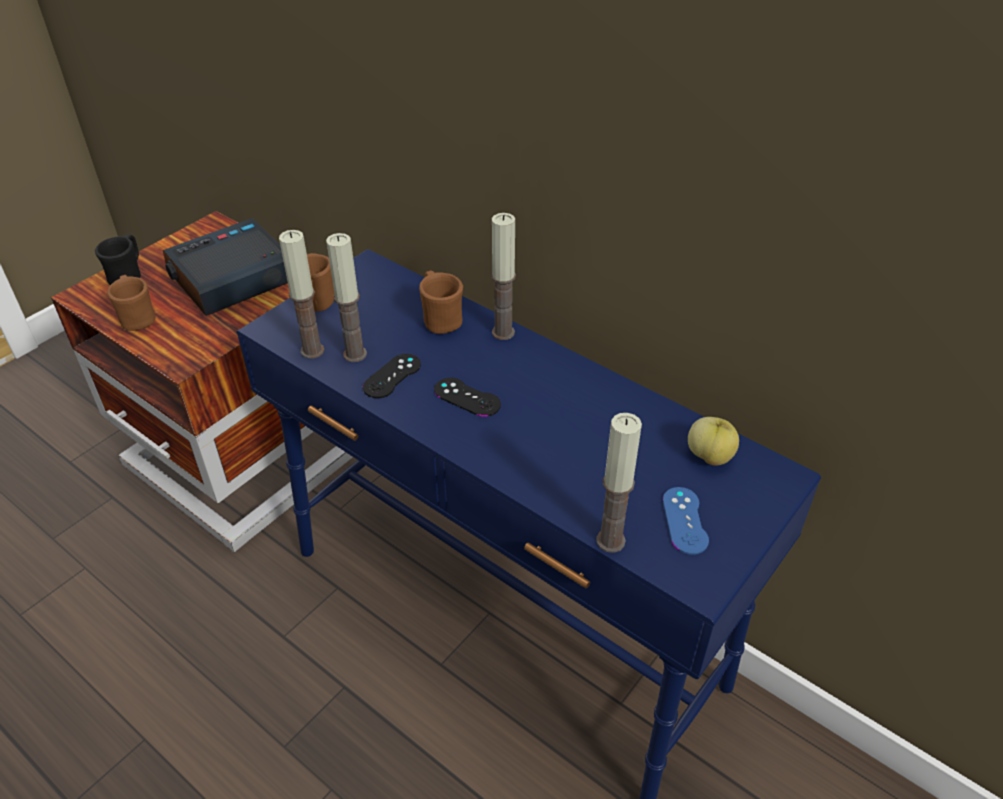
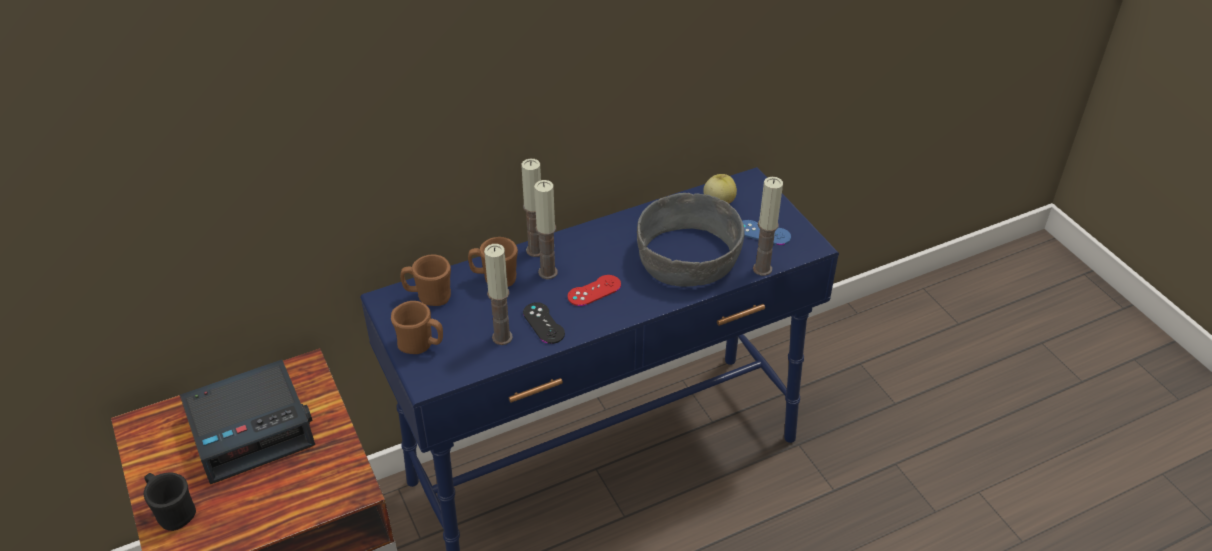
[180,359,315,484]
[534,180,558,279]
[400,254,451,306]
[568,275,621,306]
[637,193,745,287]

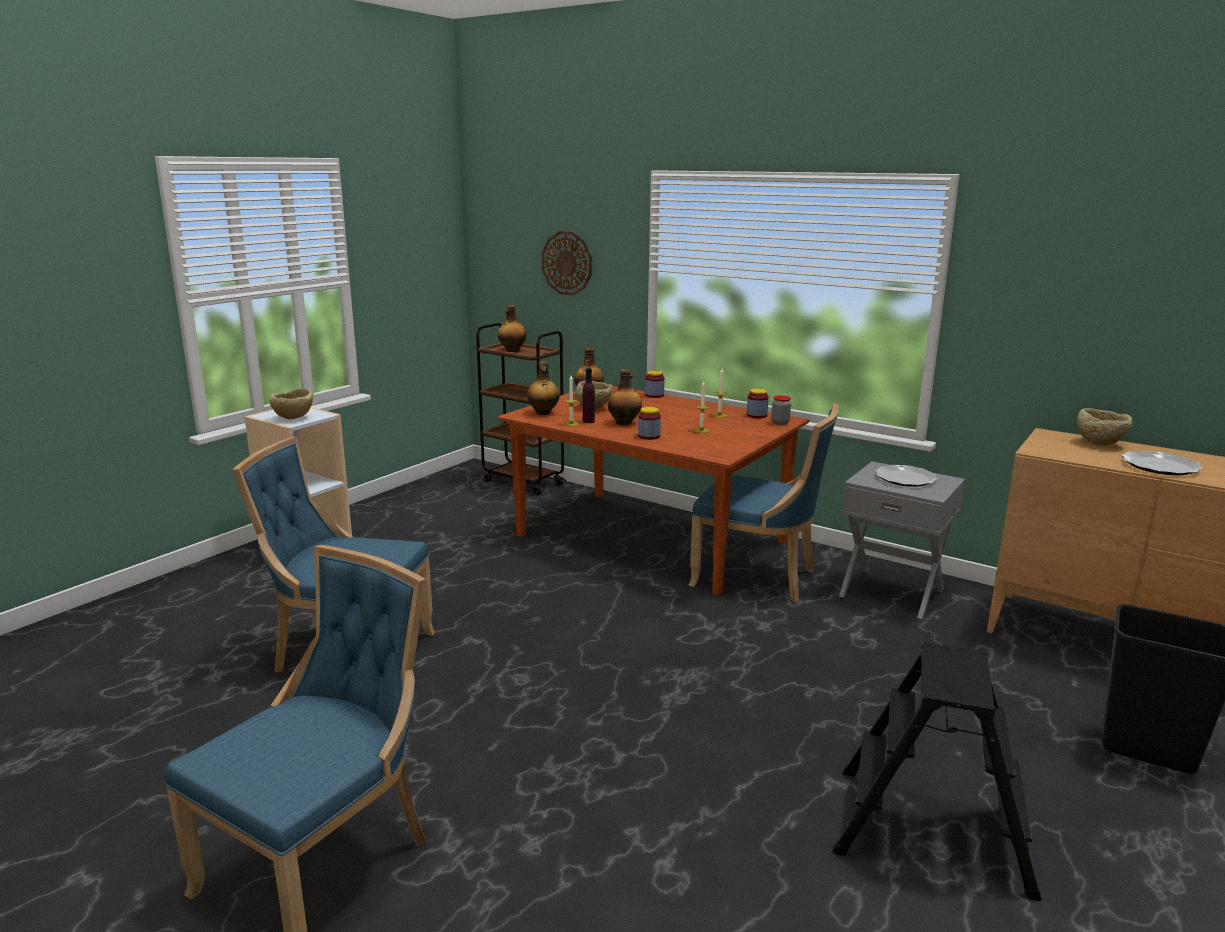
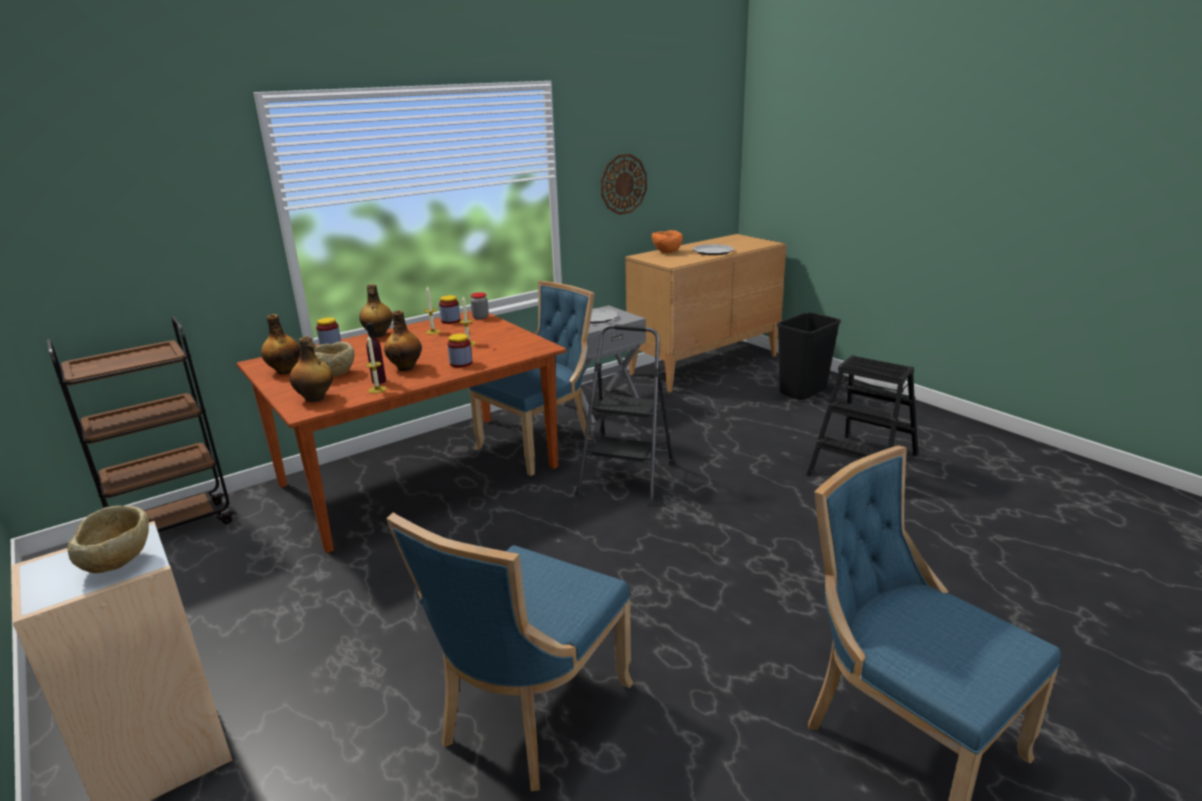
[601,154,647,215]
[359,284,393,337]
[652,230,683,253]
[575,324,675,507]

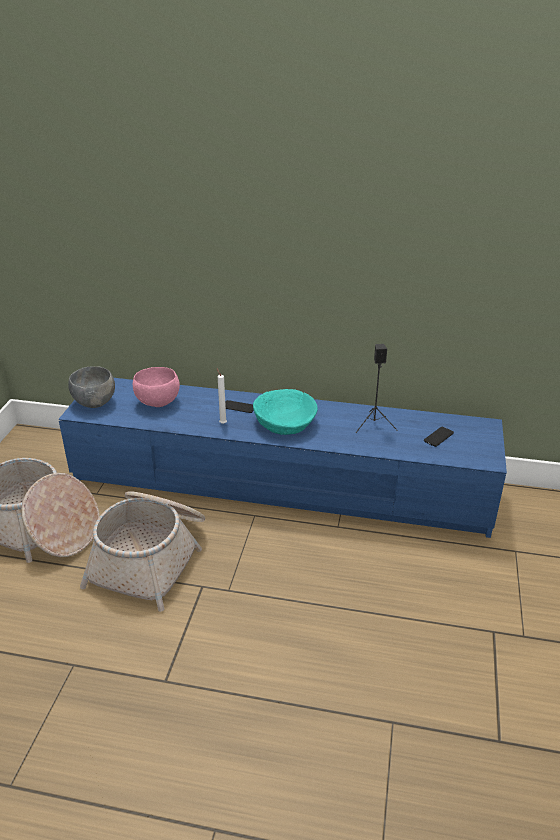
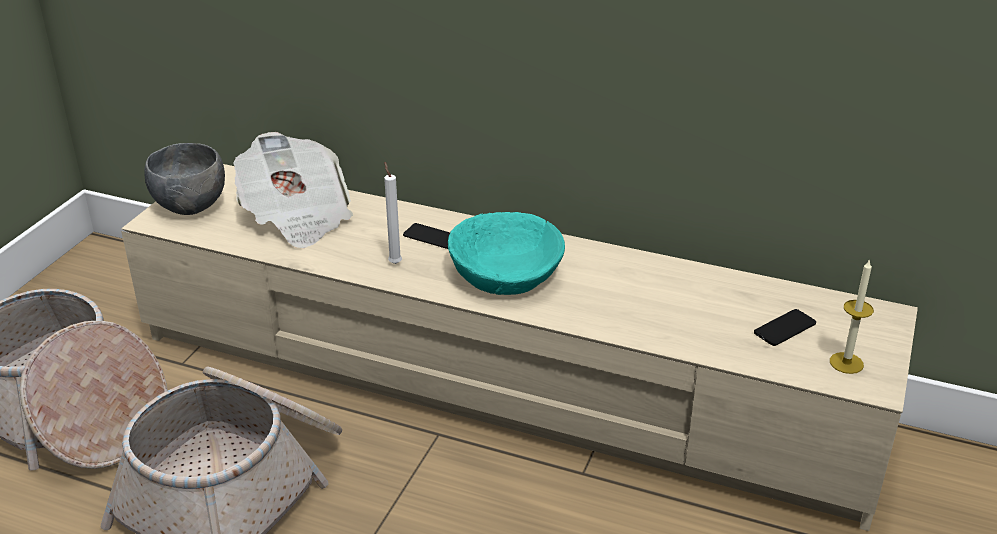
[356,344,398,433] (first image)
[233,132,353,248]
[121,164,918,531]
[830,259,874,374]

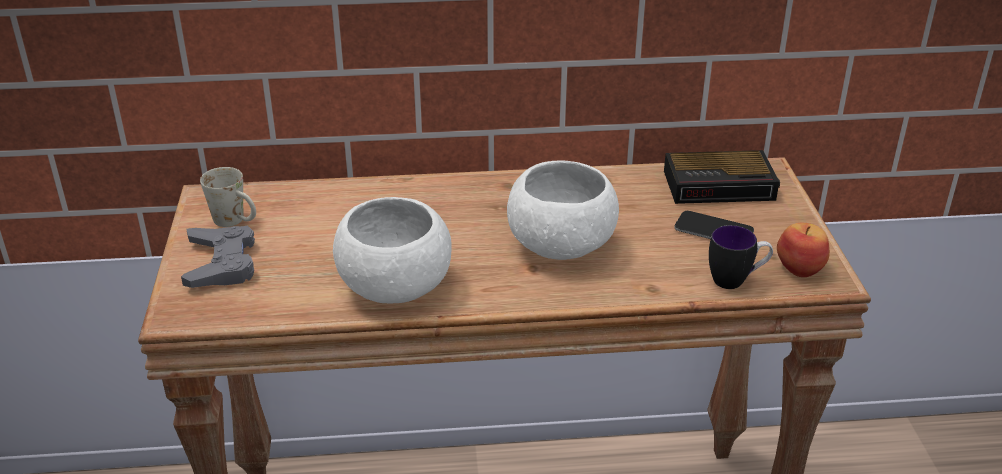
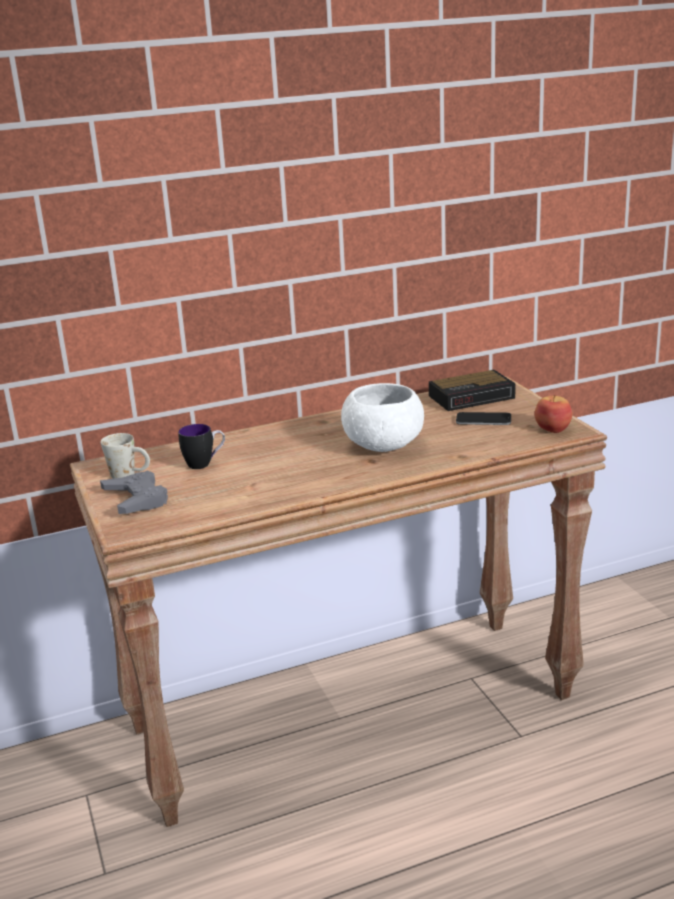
[333,197,452,303] (first image)
[178,424,225,469]

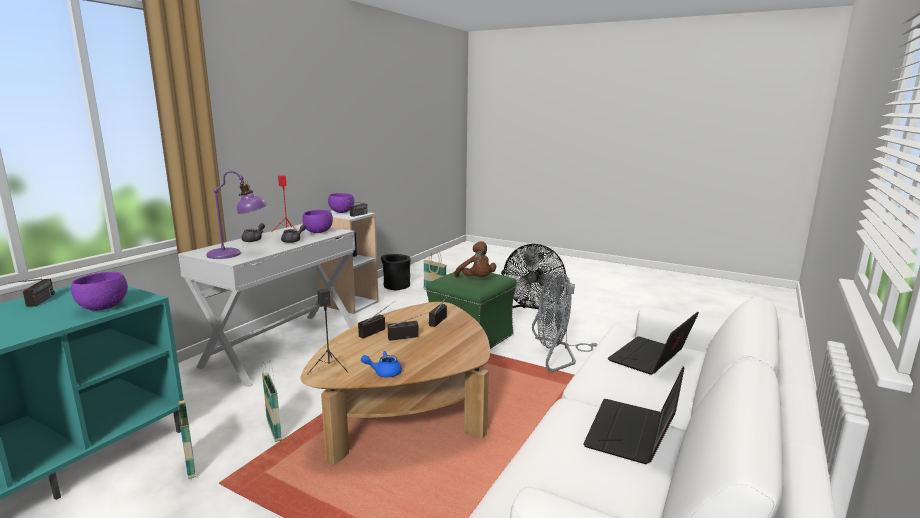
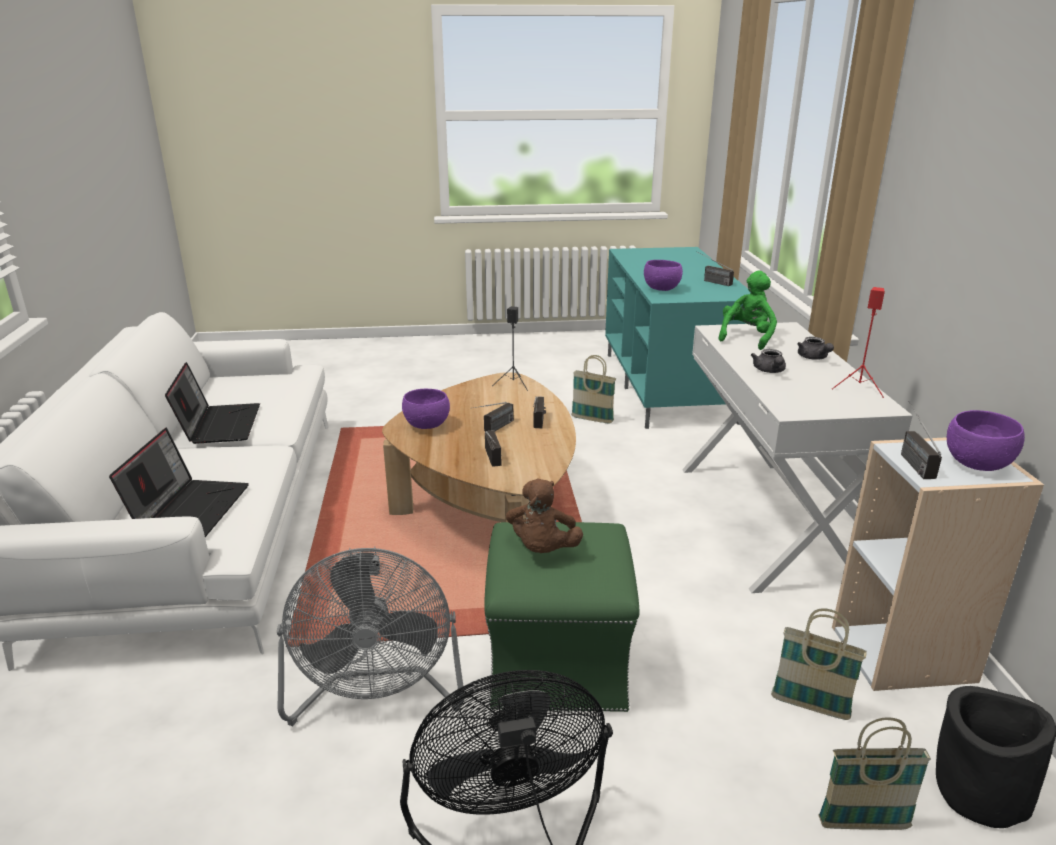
[718,271,777,350]
[402,389,450,429]
[506,478,583,553]
[277,546,464,726]
[361,351,402,378] (first image)
[771,609,867,720]

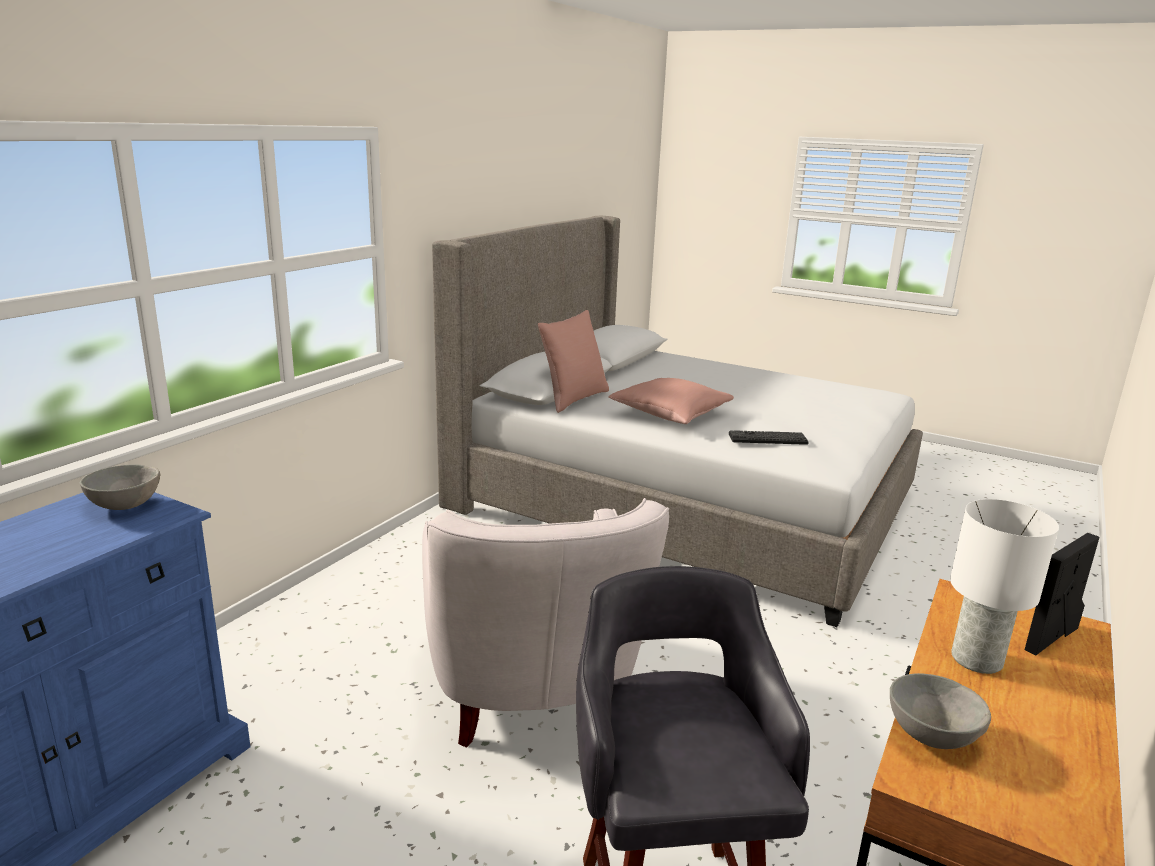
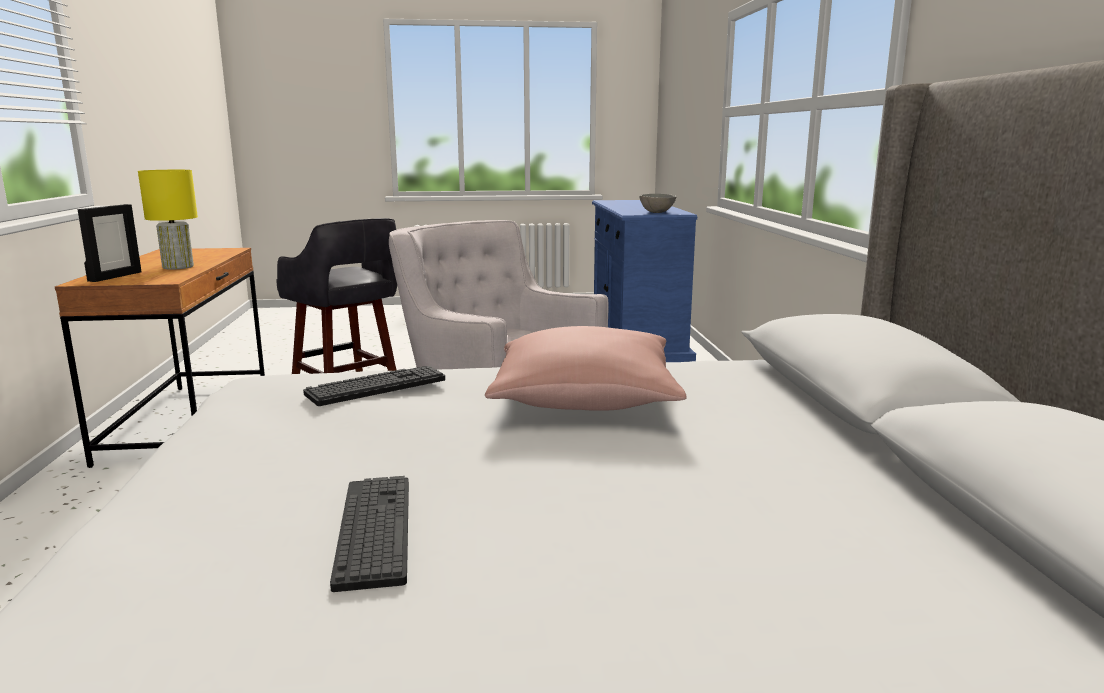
[538,310,609,413] (first image)
[138,170,198,269]
[890,673,991,749] (first image)
[330,476,409,592]

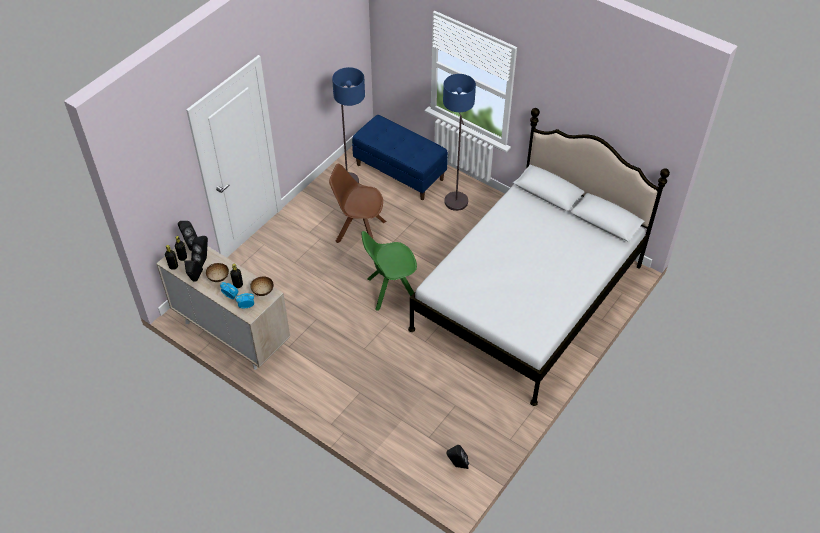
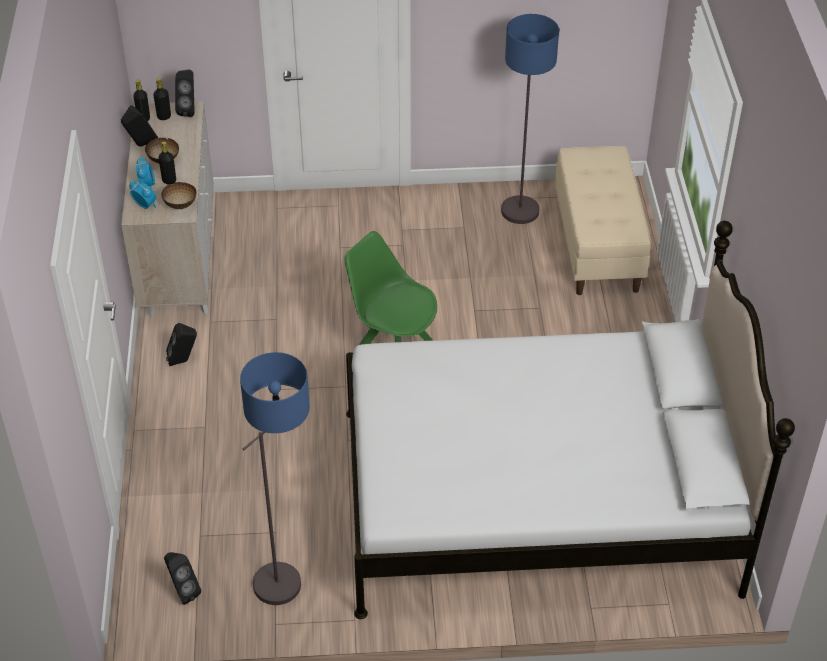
[240,352,310,605]
[555,146,651,295]
[329,164,386,243] (first image)
[166,323,197,366]

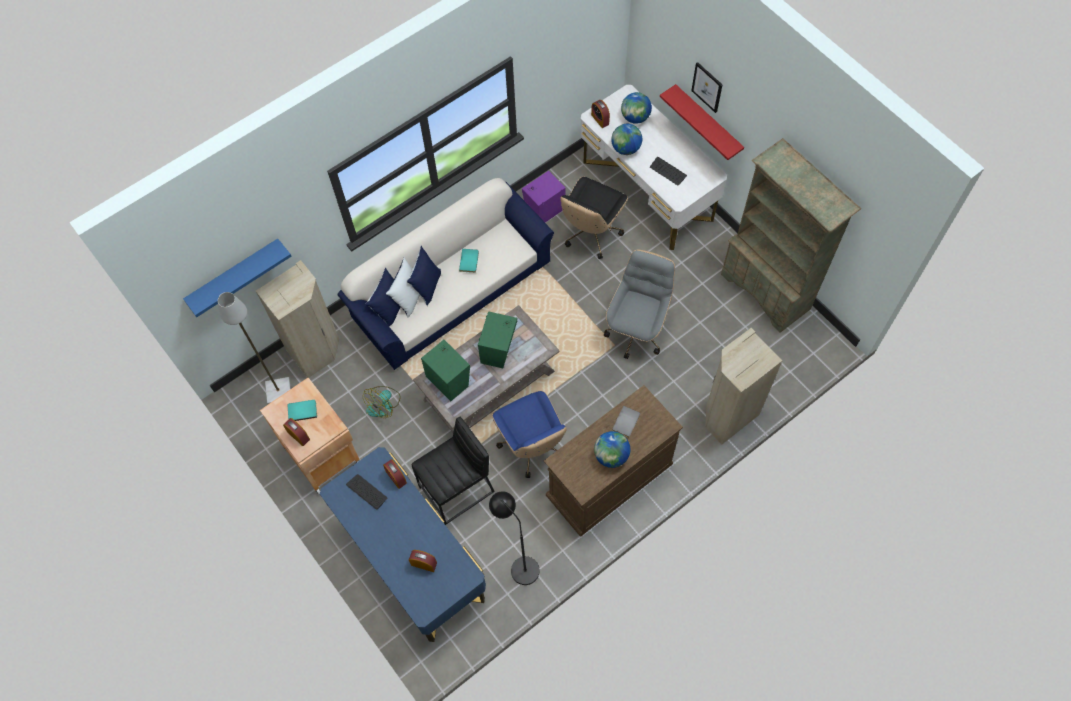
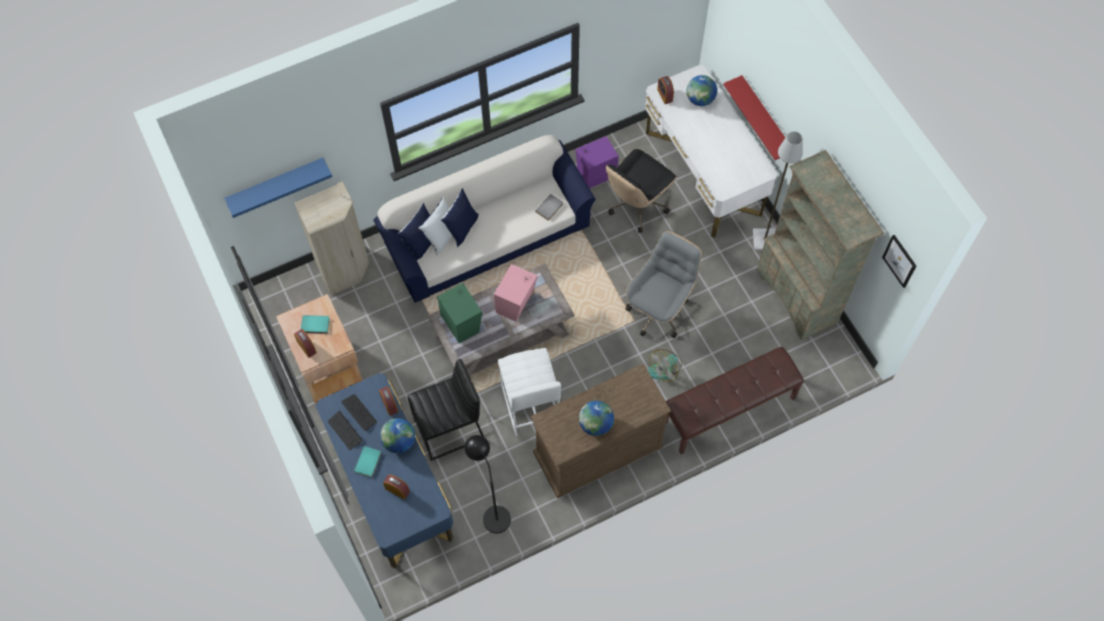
[882,235,916,288]
[380,418,415,453]
[328,411,363,450]
[354,446,381,477]
[753,132,803,250]
[494,264,538,322]
[666,347,804,454]
[647,349,682,382]
[498,348,561,436]
[535,194,563,220]

